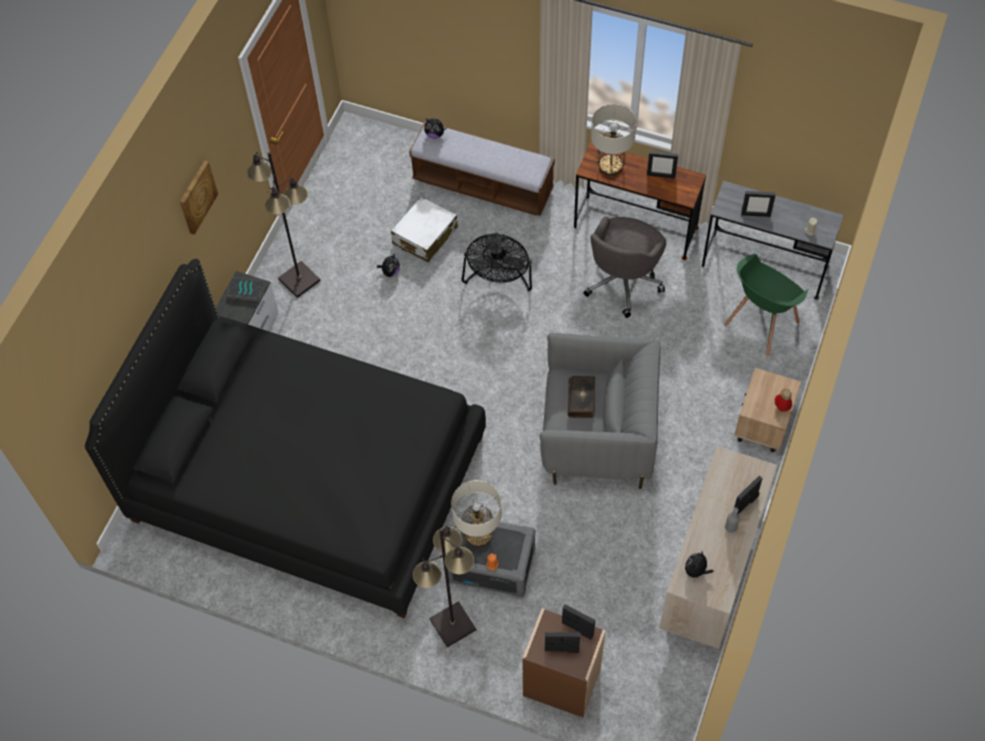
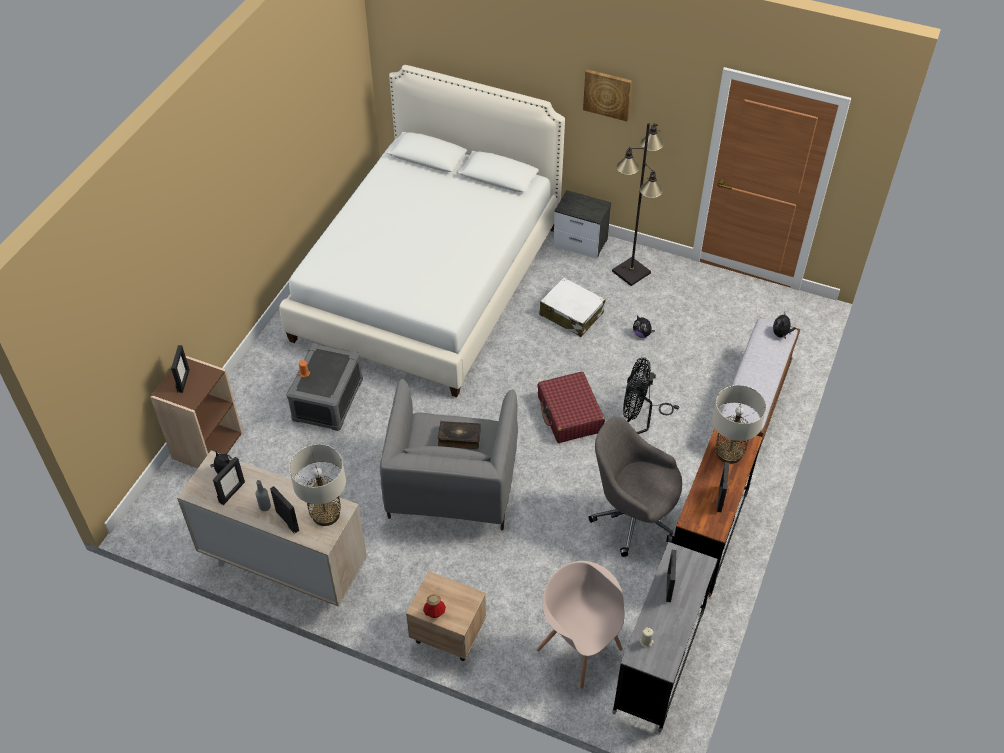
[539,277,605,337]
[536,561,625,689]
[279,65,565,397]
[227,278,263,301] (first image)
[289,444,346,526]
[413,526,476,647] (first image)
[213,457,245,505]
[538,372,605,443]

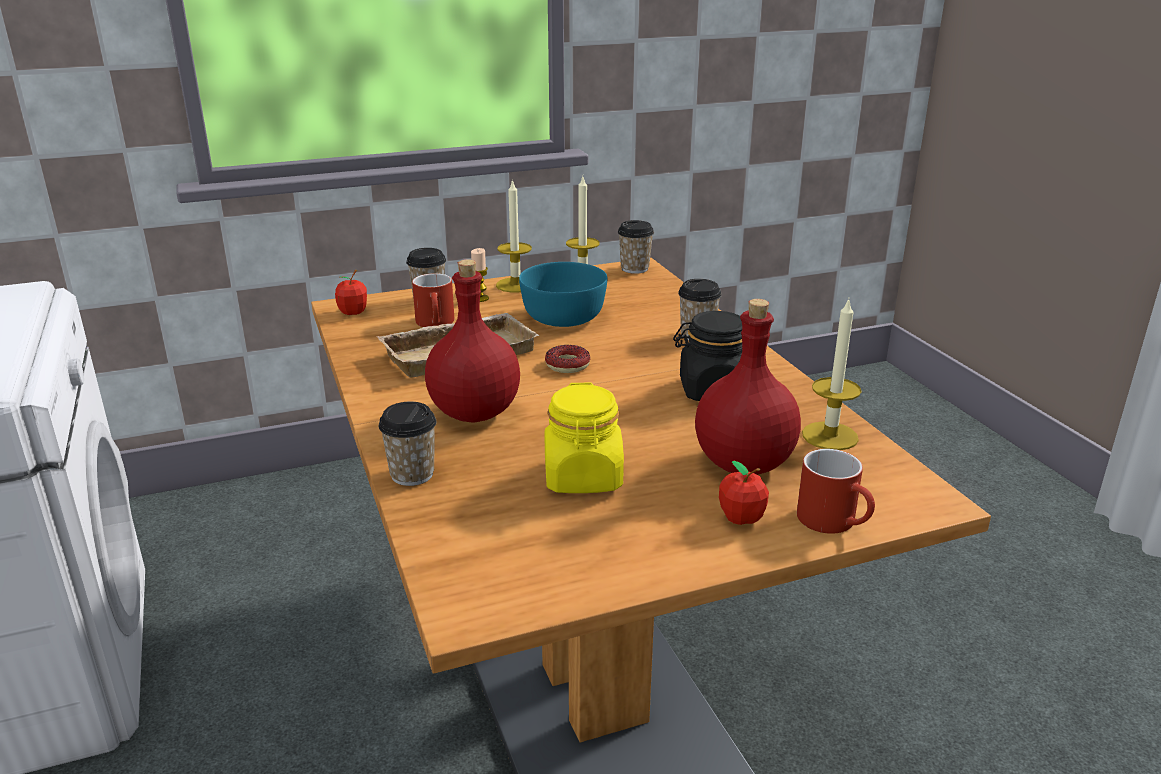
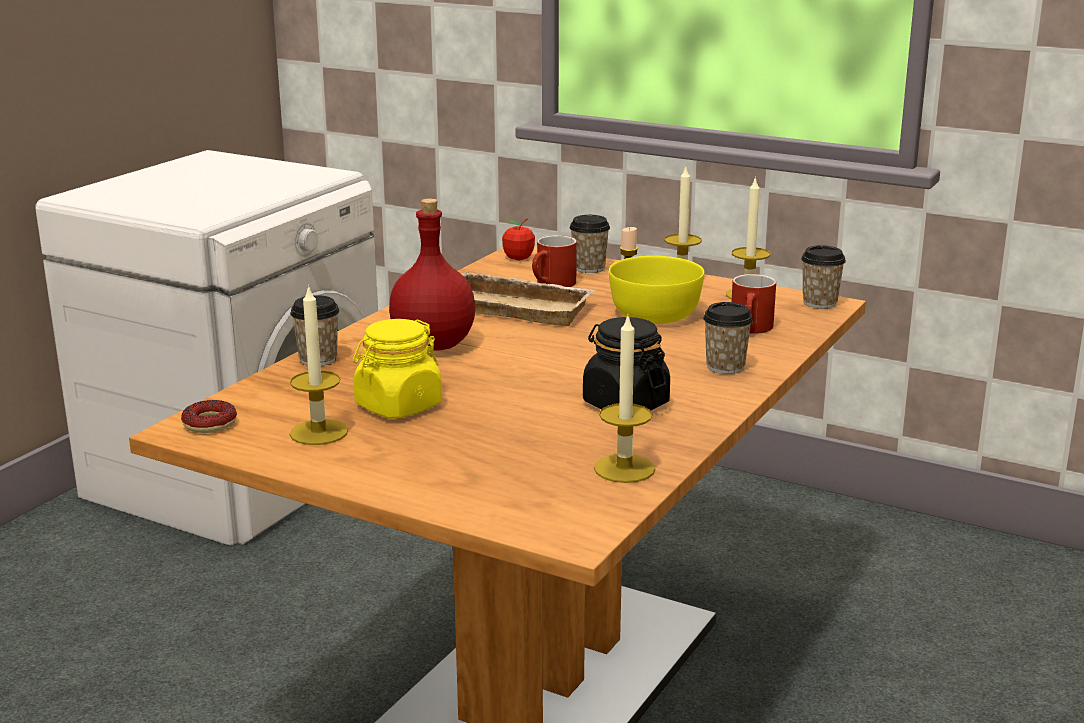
[609,256,704,324]
[695,299,801,475] (first image)
[181,400,237,433]
[732,274,776,334]
[719,461,769,525] (first image)
[290,285,348,445]

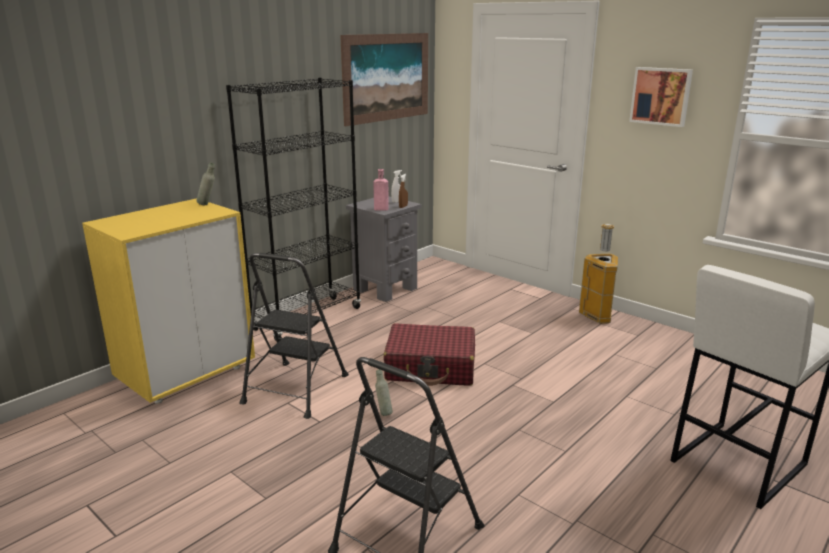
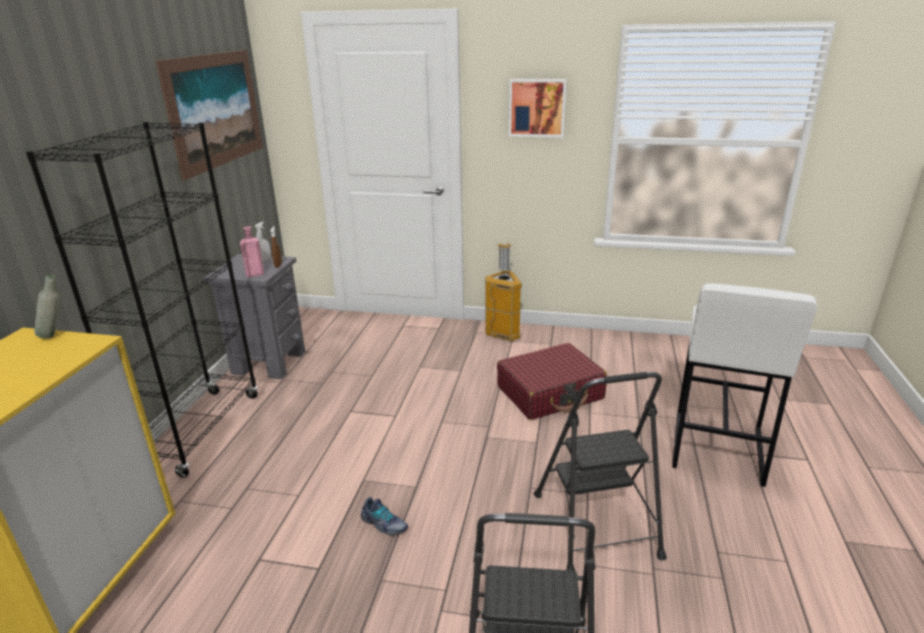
[533,372,667,571]
[497,343,607,420]
[361,497,408,536]

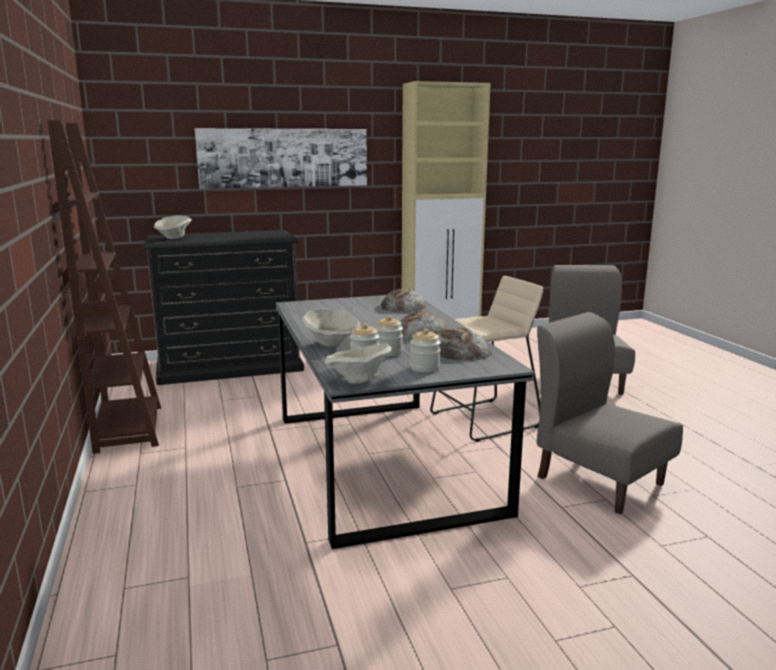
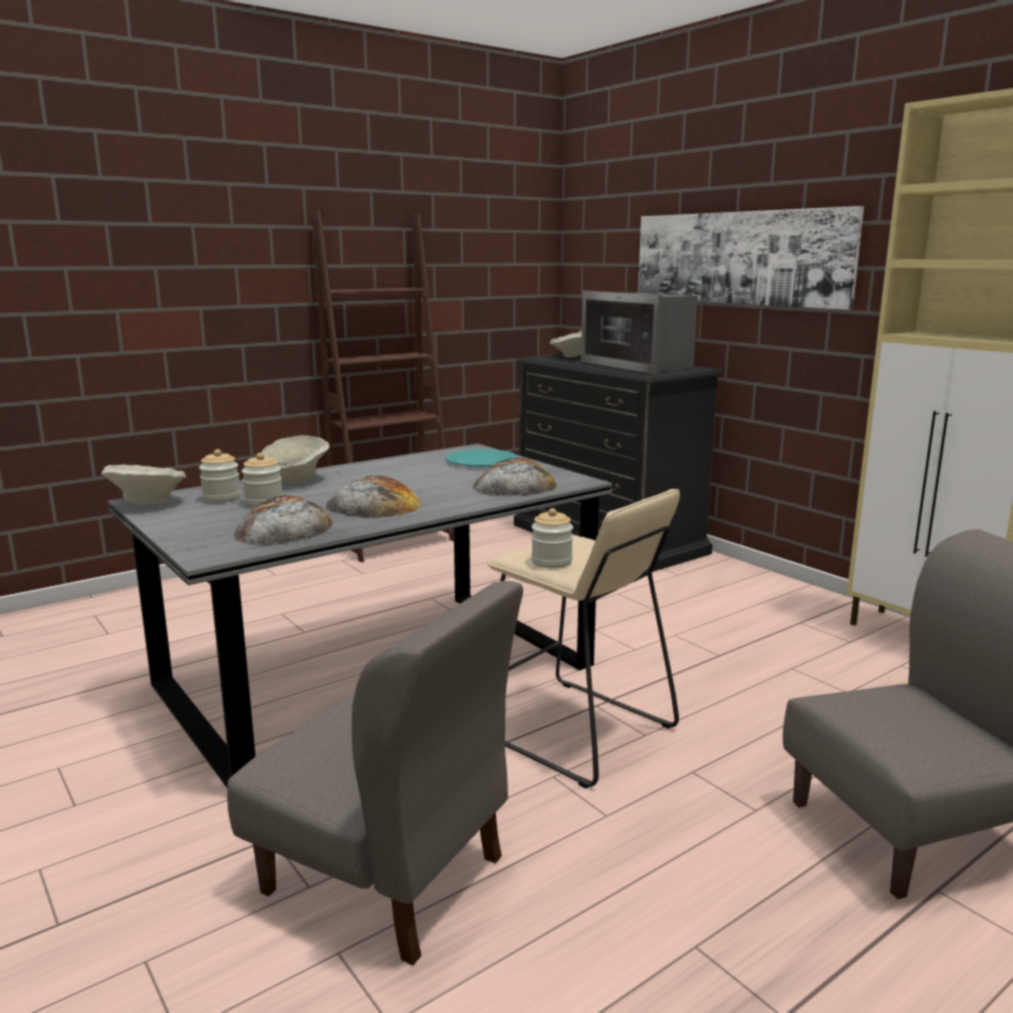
[227,581,523,966]
[531,508,573,568]
[581,291,698,374]
[445,449,518,467]

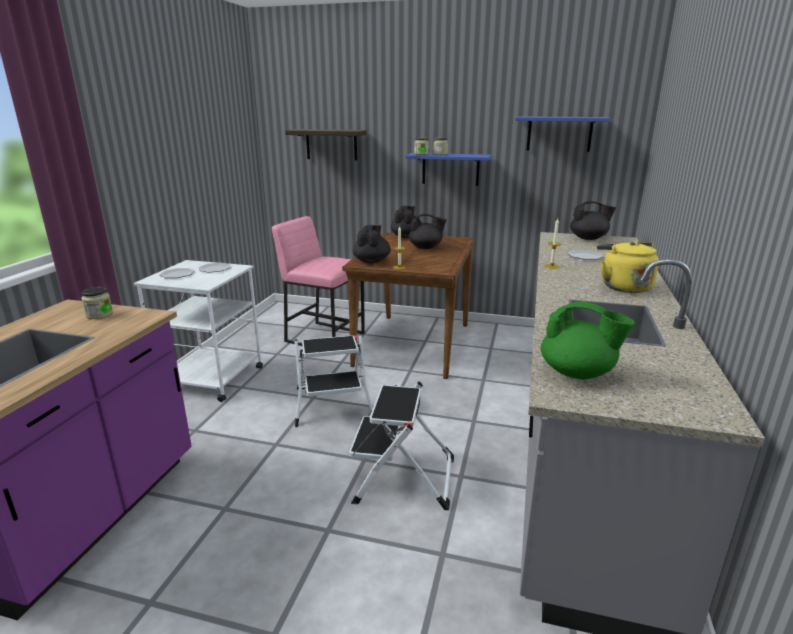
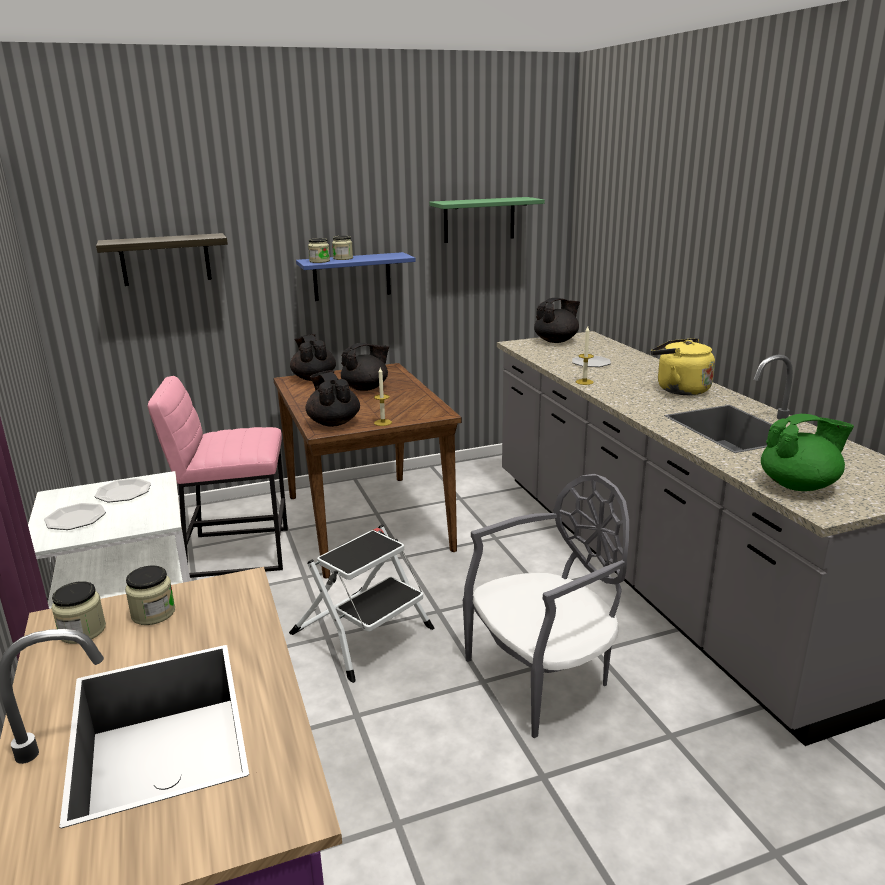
[429,197,545,243]
[463,474,629,738]
[51,582,106,644]

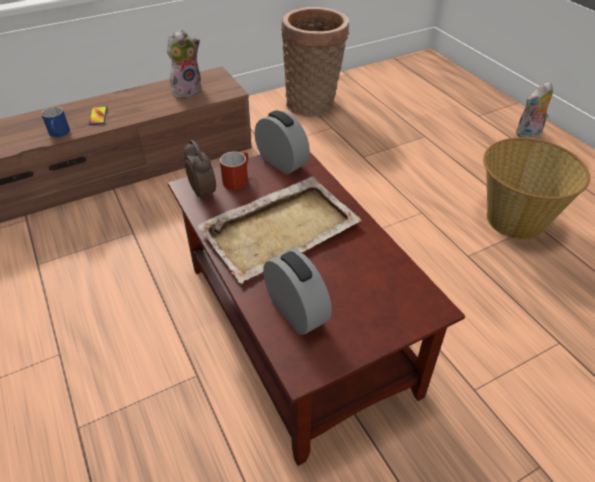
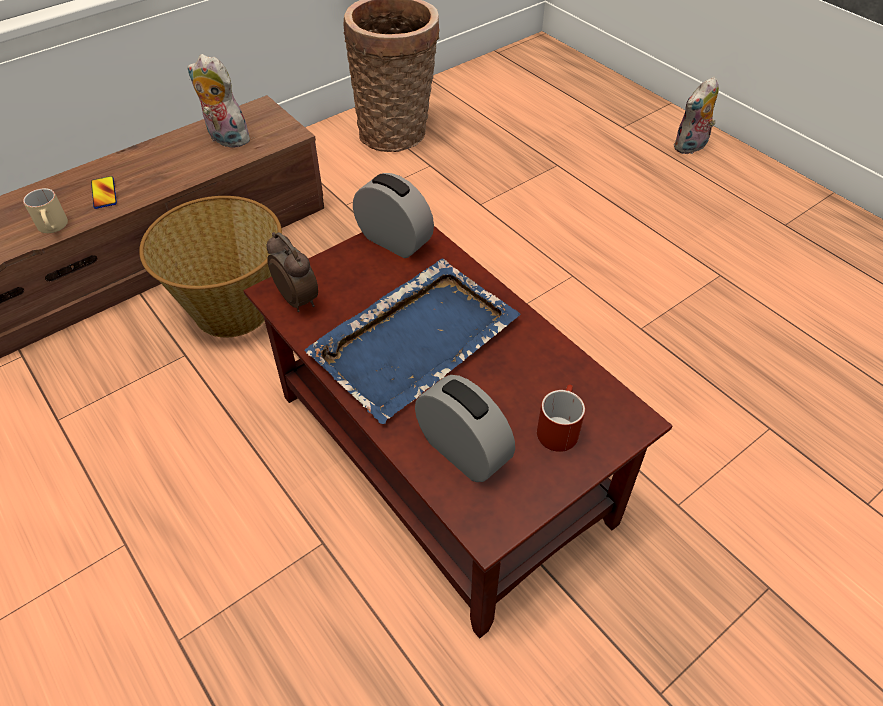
[187,54,250,148]
[23,188,68,233]
[139,196,282,337]
[537,384,585,452]
[305,258,521,424]

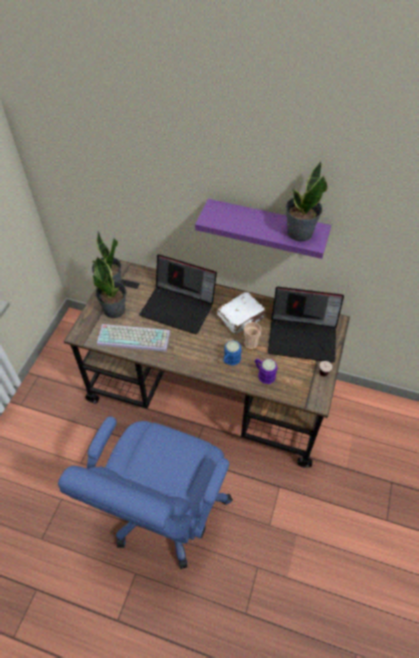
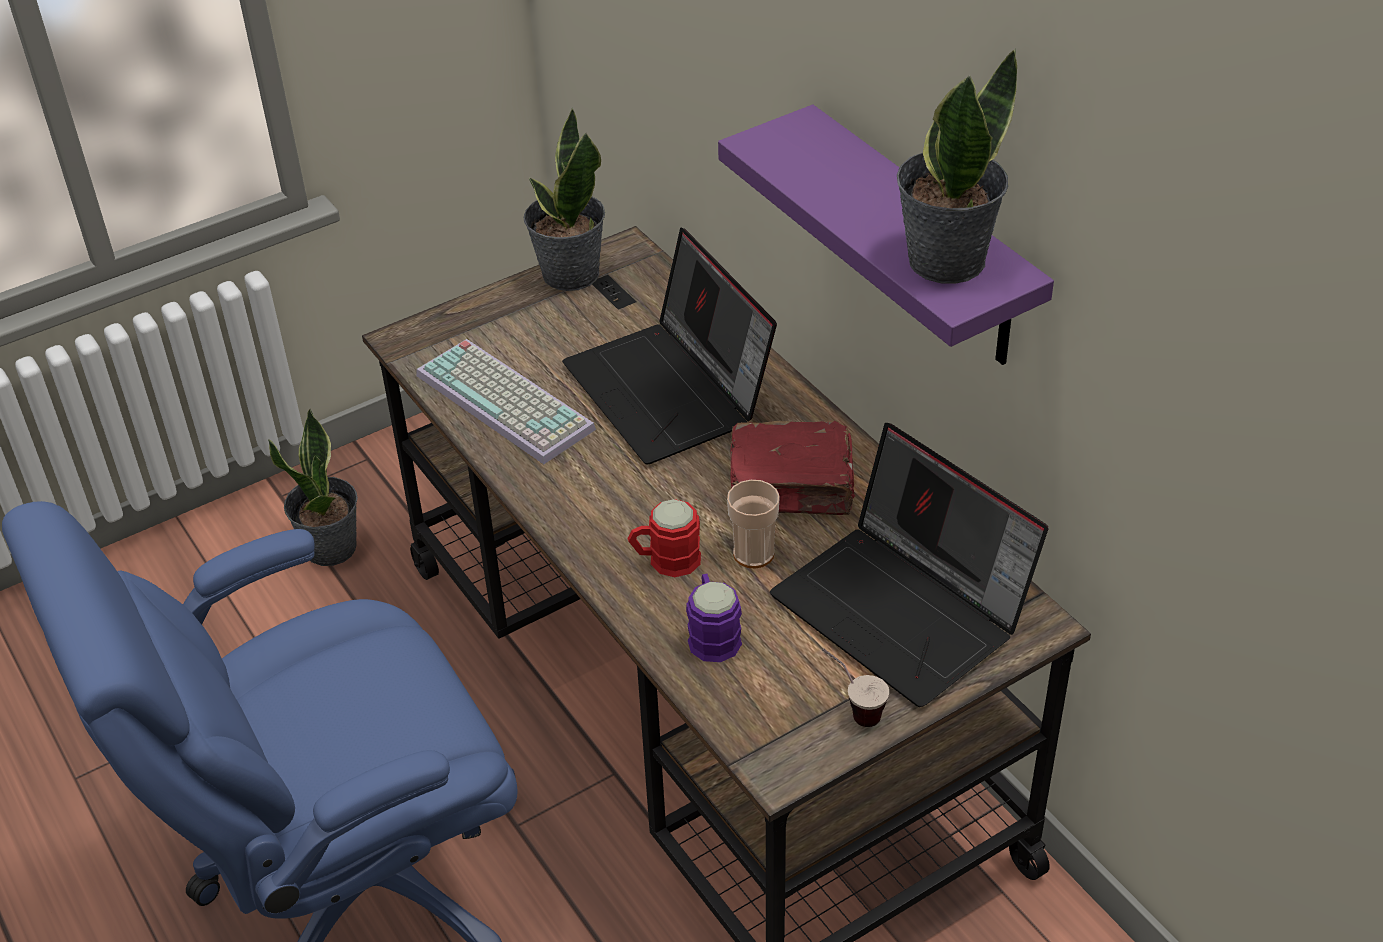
[268,408,358,566]
[731,421,855,515]
[627,499,701,577]

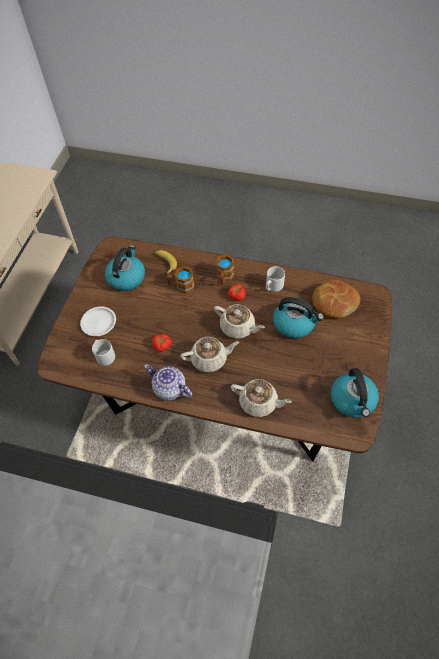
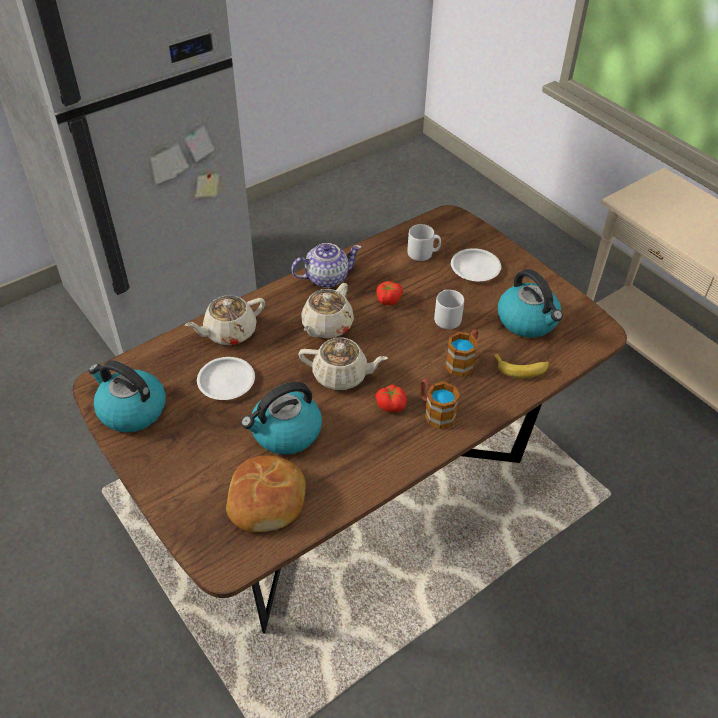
[434,290,464,329]
[298,338,388,390]
[197,357,255,400]

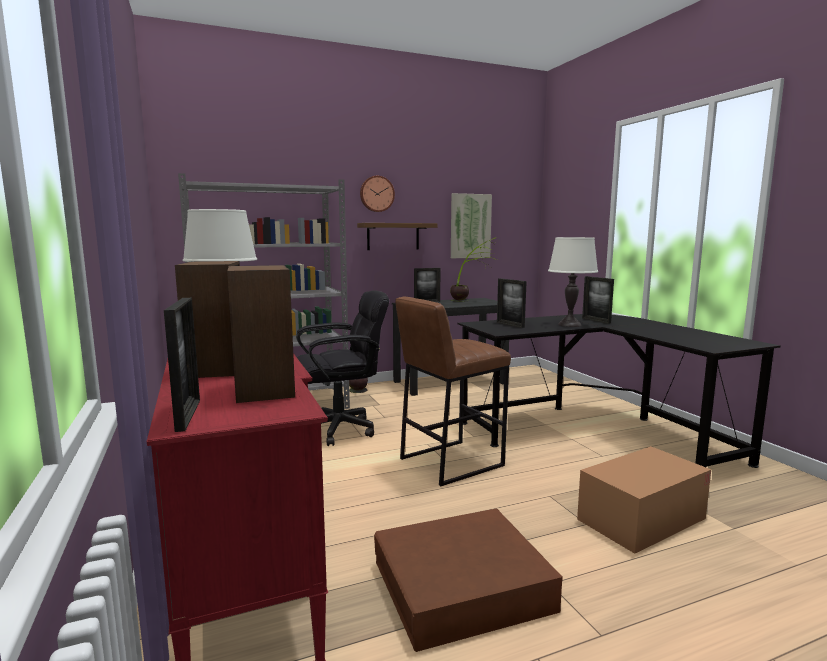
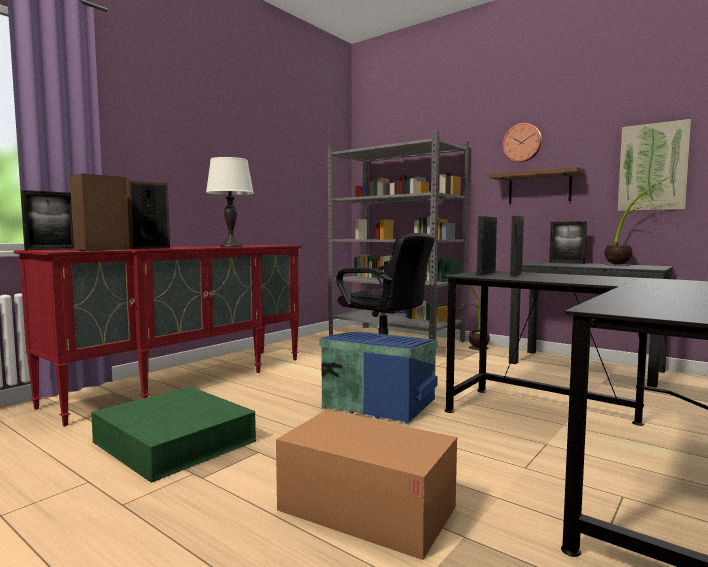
[548,237,598,327] (first image)
[477,216,497,276]
[320,332,438,424]
[91,386,256,483]

